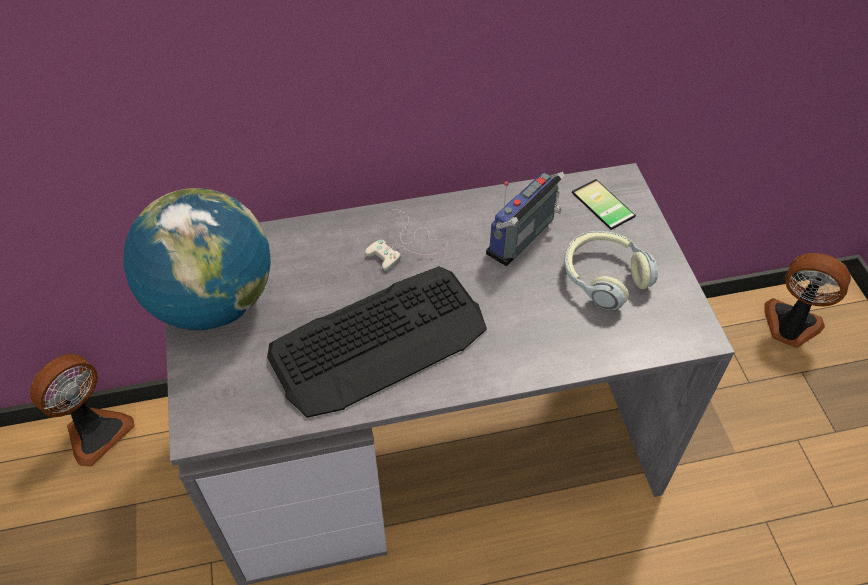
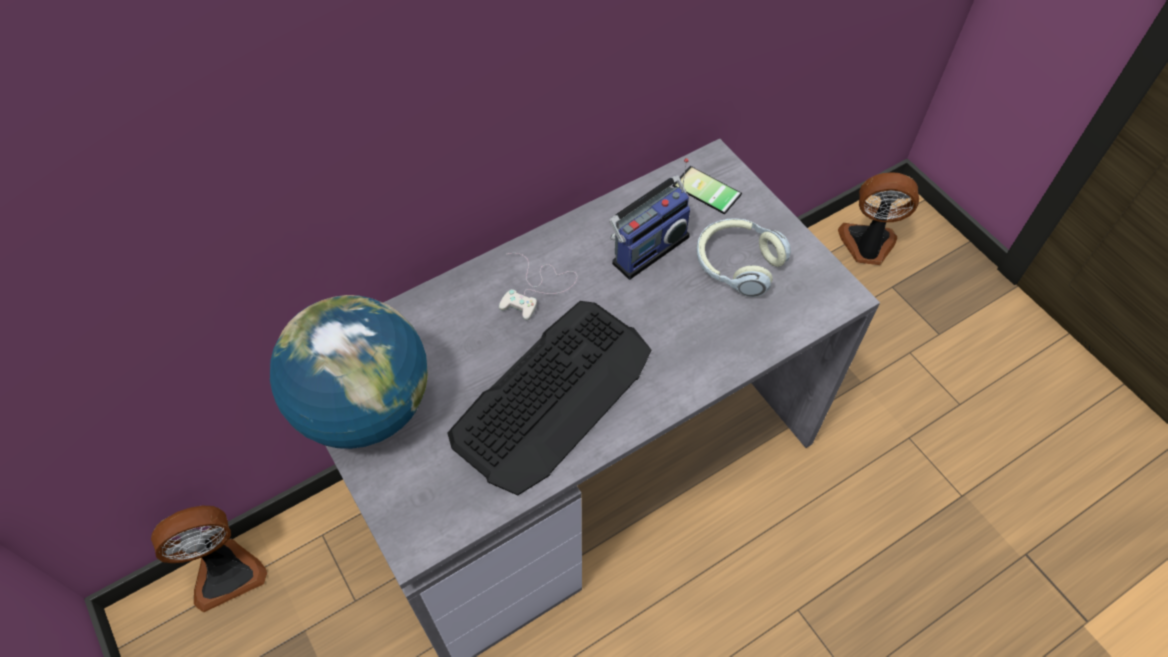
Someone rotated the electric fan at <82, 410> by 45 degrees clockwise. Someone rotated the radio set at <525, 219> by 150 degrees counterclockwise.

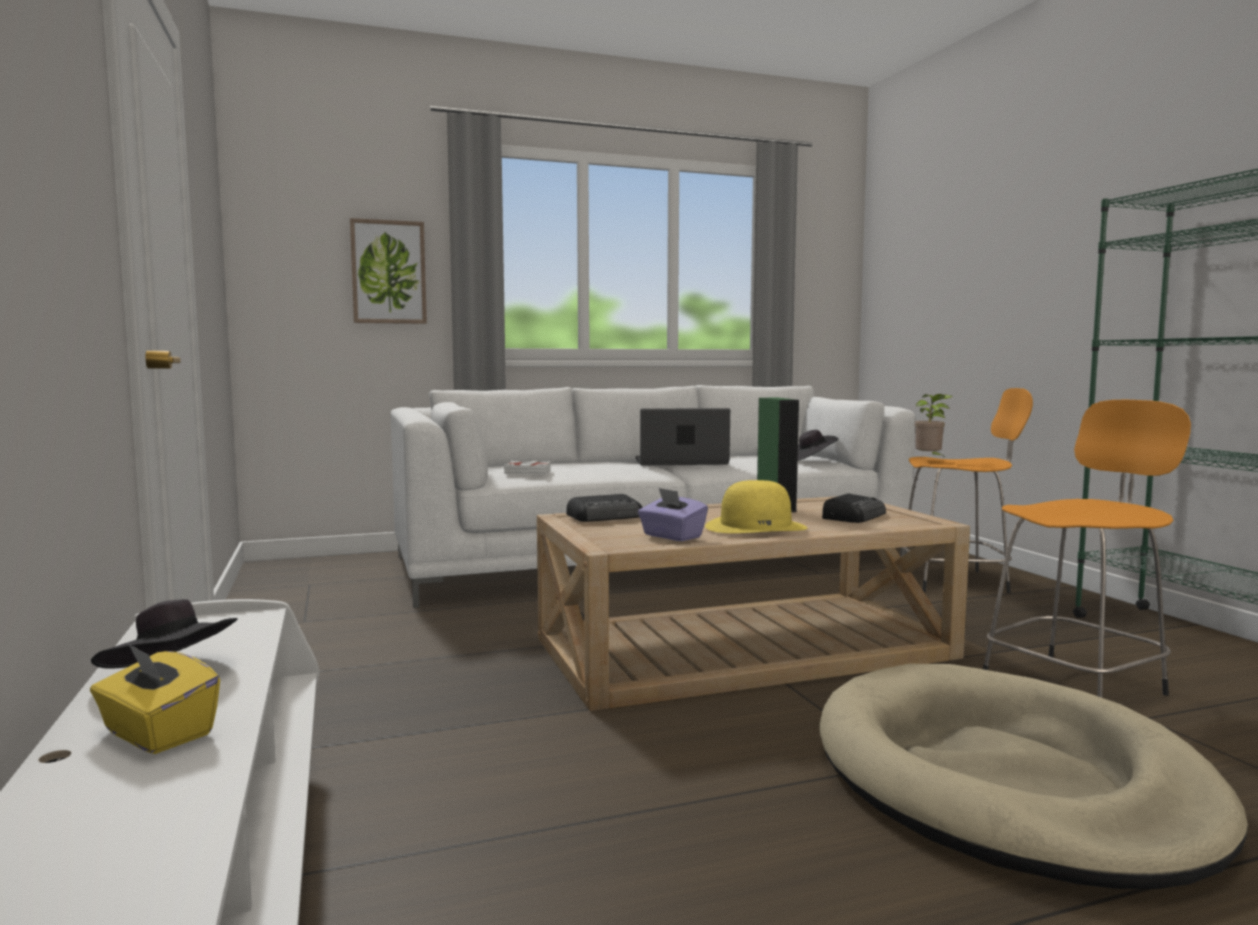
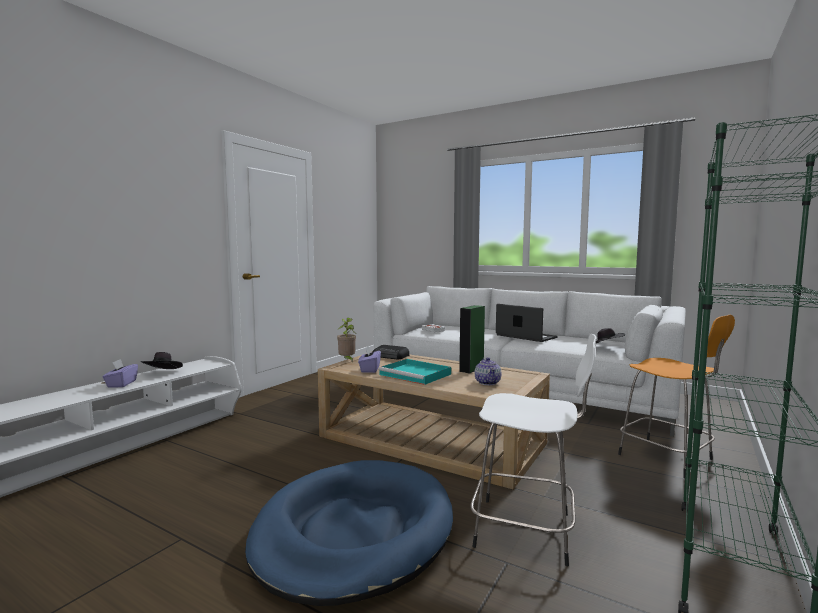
Someone repainted the yellow box of tissues at <155, 698>, which became the purple box of tissues at <120, 373>. Someone took away the picture at <388, 271>. Someone swapped the yellow clothing hat at <756, 506> for the turquoise tray at <414, 372>. Someone repainted the beige dog cushion at <1033, 776>, which became the blue dog cushion at <349, 533>. Someone swapped the radio set at <854, 508> for the tea pot at <488, 371>. Someone carried the potted plant from <934, 425> to <346, 340>. Someone repainted the orange stool seat at <1087, 549>, which became the white-coloured stool seat at <533, 450>.

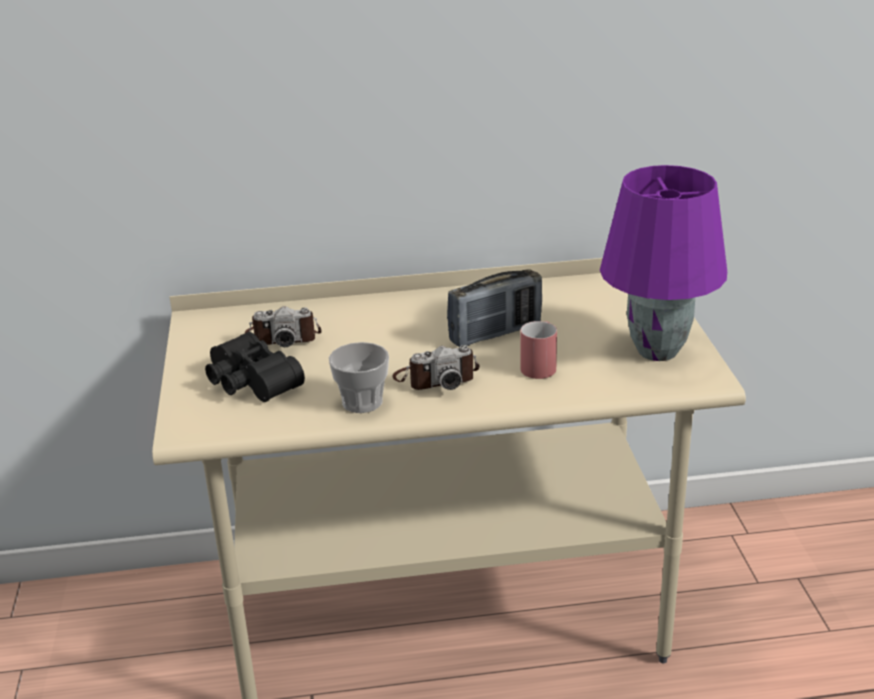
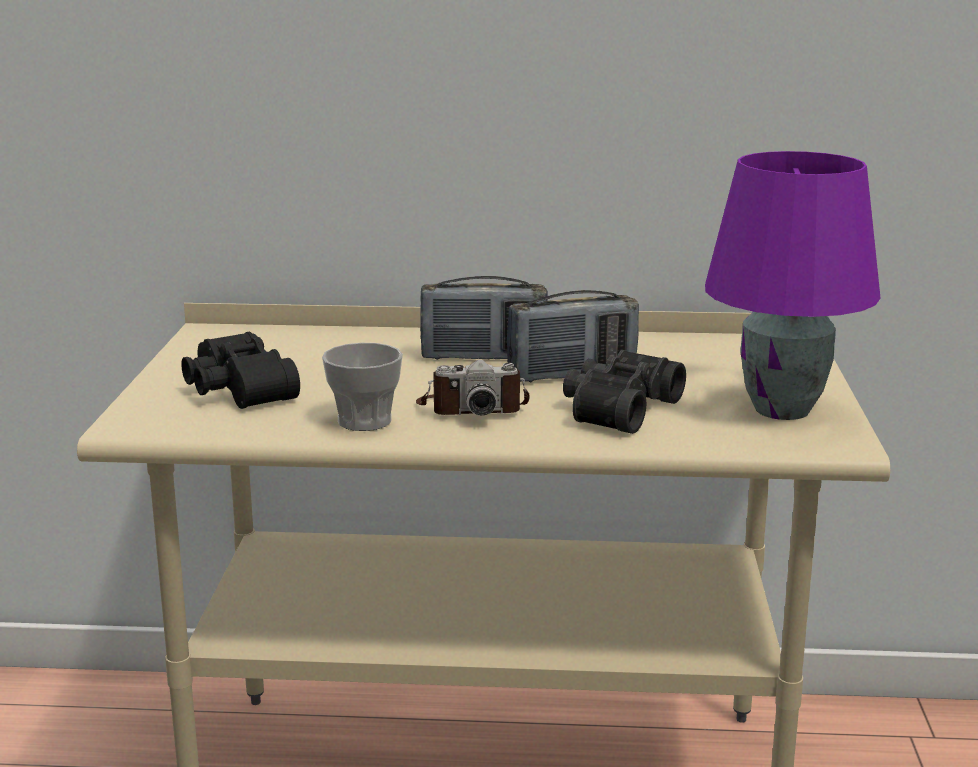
Someone took away the photo camera at <283, 326>. Someone swapped the red-coloured tea mug at <538, 350> for the blackish pair of binoculars at <624, 392>. Someone put down the radio set at <484, 318>.

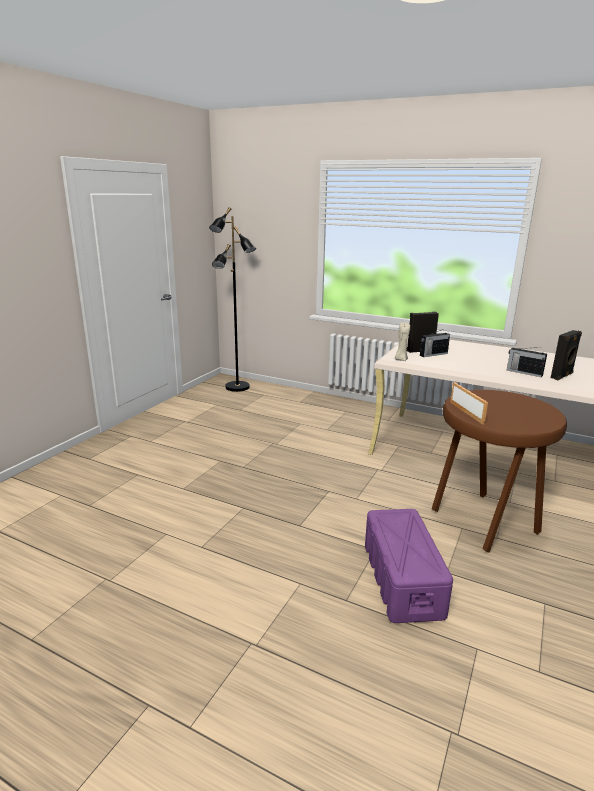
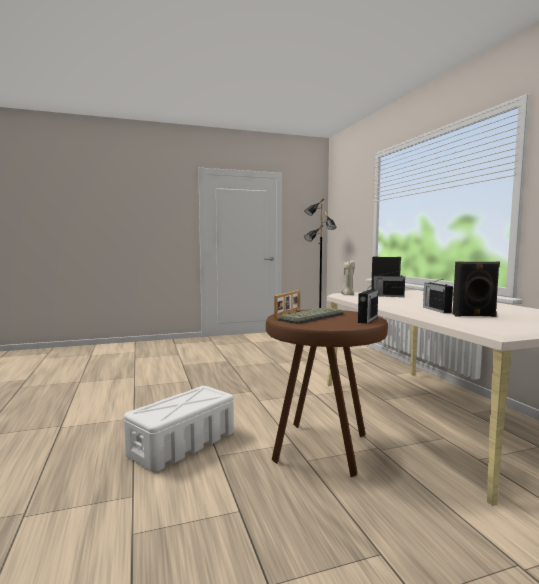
Someone repainted the purple storage box at <409, 566>, which became the white-coloured storage box at <179, 429>. Someone put down the PC keyboard at <311, 315>. Someone put down the radio set at <368, 303>.

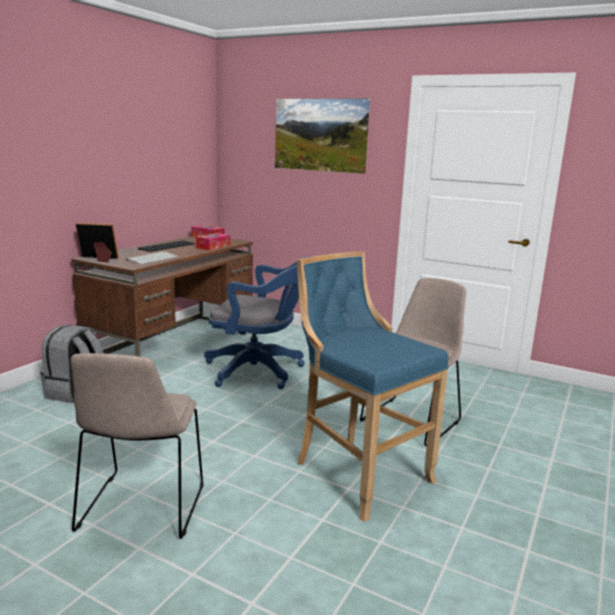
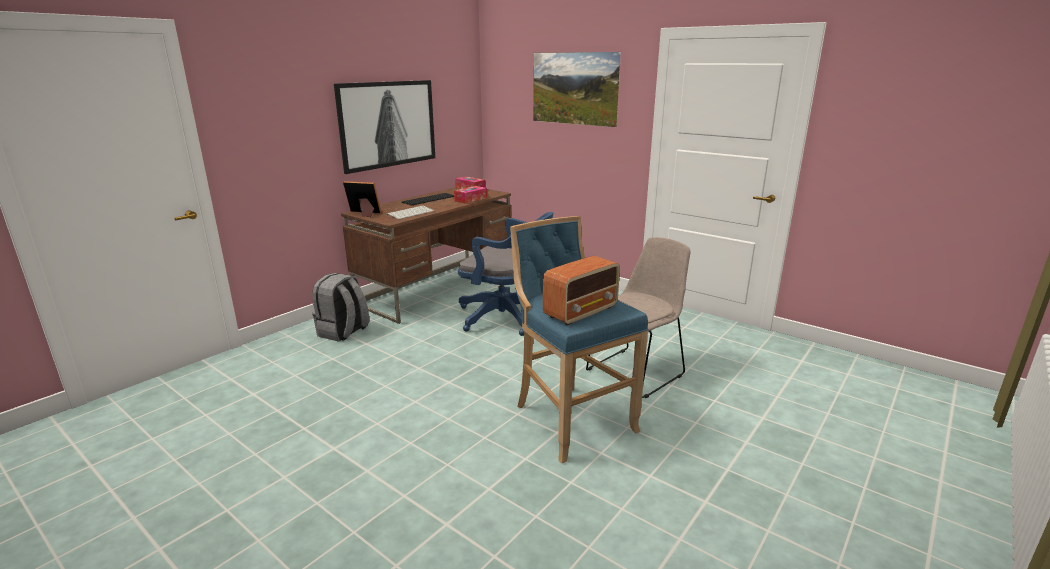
Someone took away the beige chair at <137, 446>. Someone put up the picture at <384, 127>. Someone put down the radio set at <581, 290>.

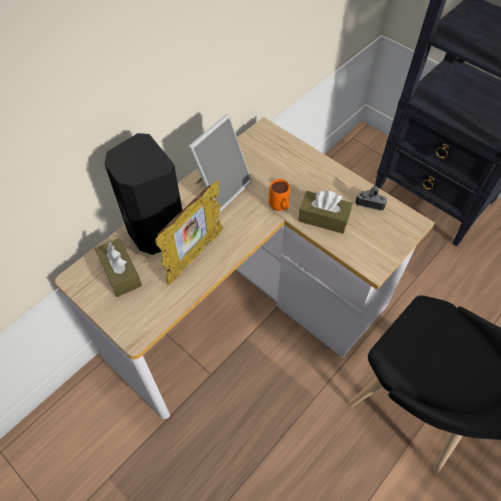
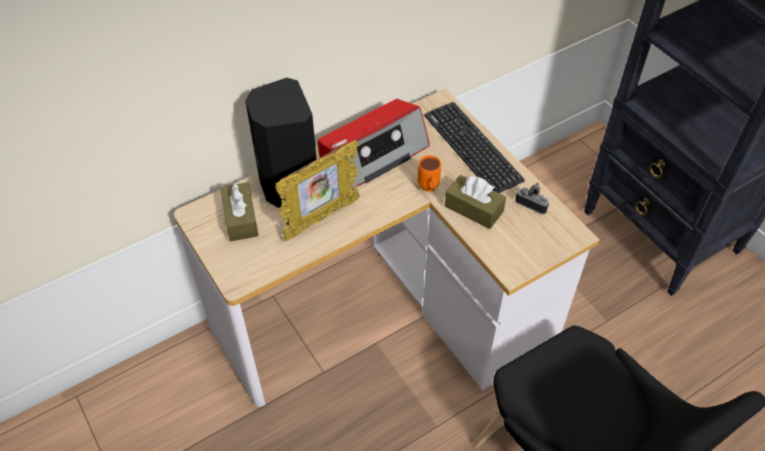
Someone swapped the picture frame at <220, 163> for the radio set at <374, 143>. Someone put down the PC keyboard at <474, 147>.

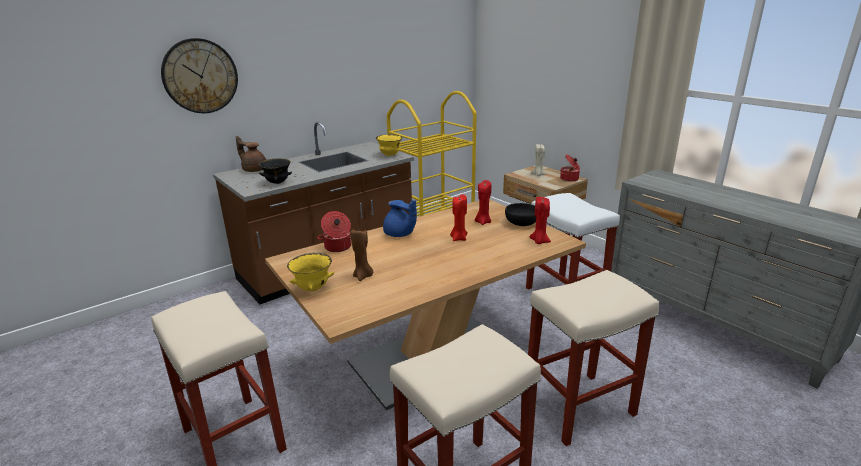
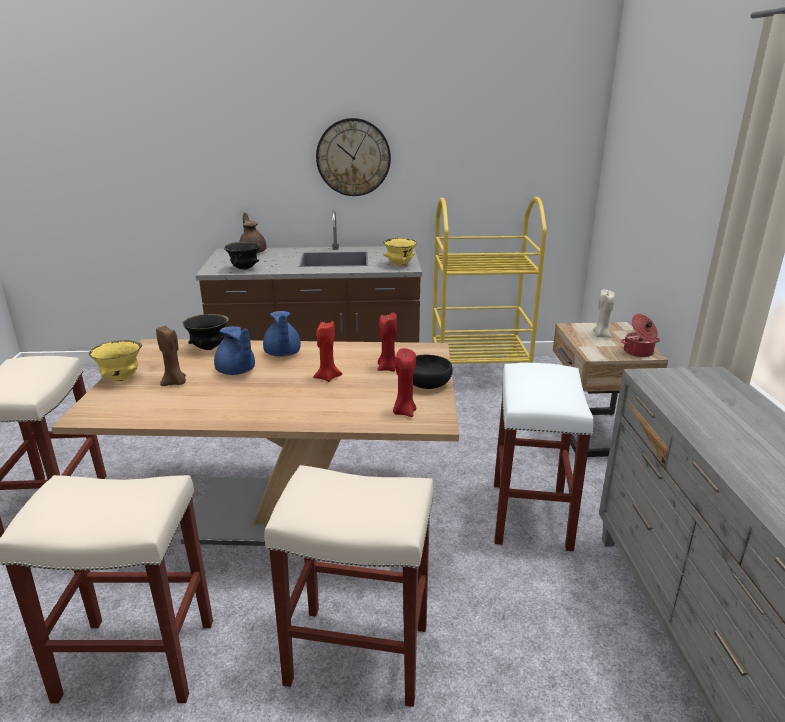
Someone carried the wall clock from <199, 75> to <353, 157>. Someone swapped the cooking pot at <334, 231> for the blackish bowl at <205, 332>. Someone put down the blue tea pot at <234, 350>.

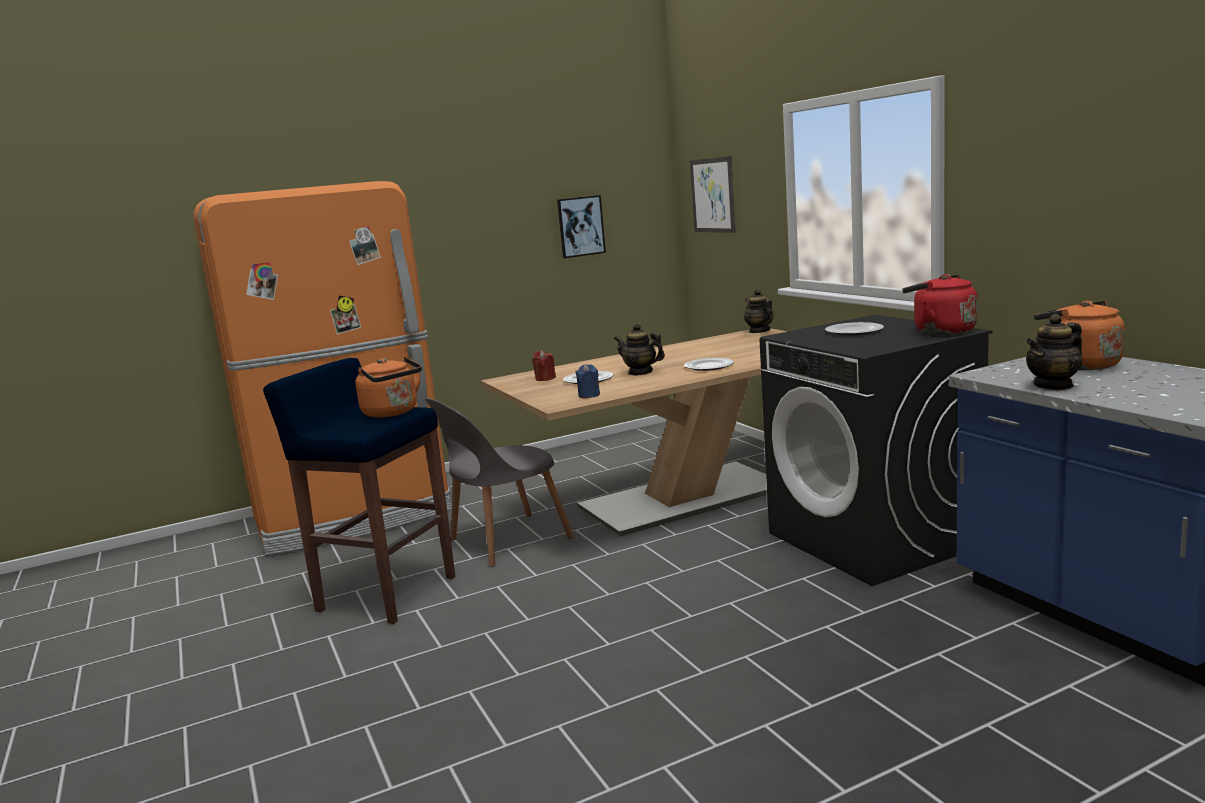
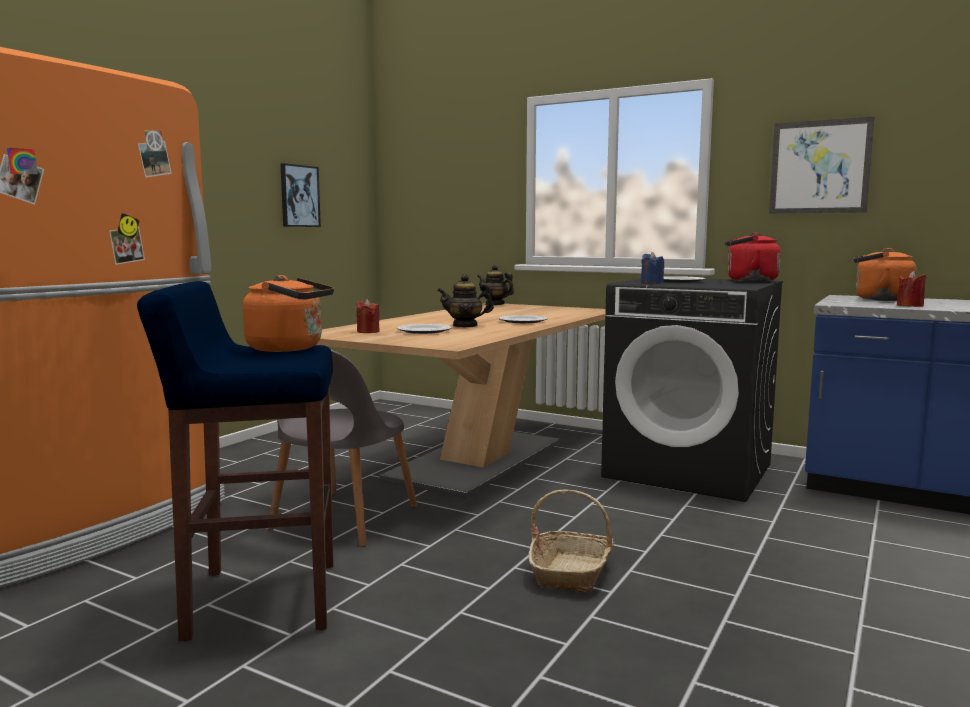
Someone carried the blue wax light from <587, 381> to <652, 268>. Someone carried the picture from <713, 194> to <822, 165>. Someone swapped the tea pot at <1054, 352> for the red-coloured wax light at <911, 289>. Someone put down the household basket at <571, 541>.

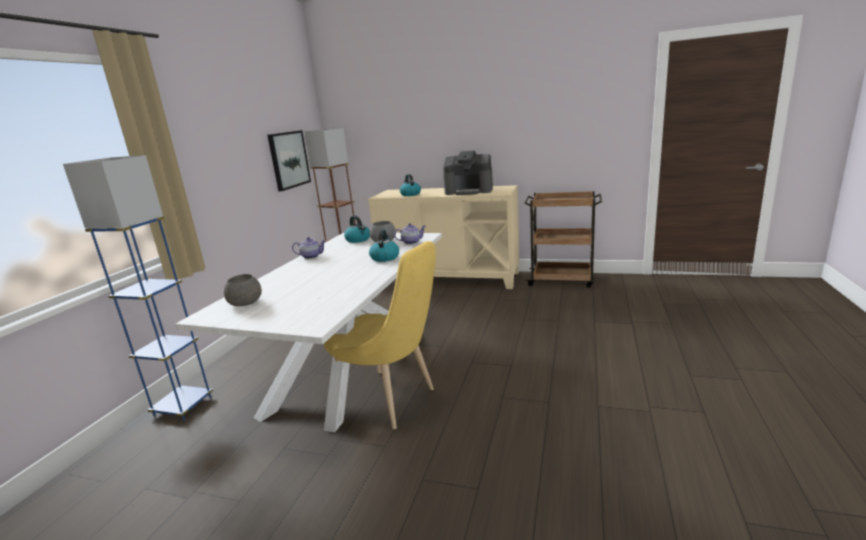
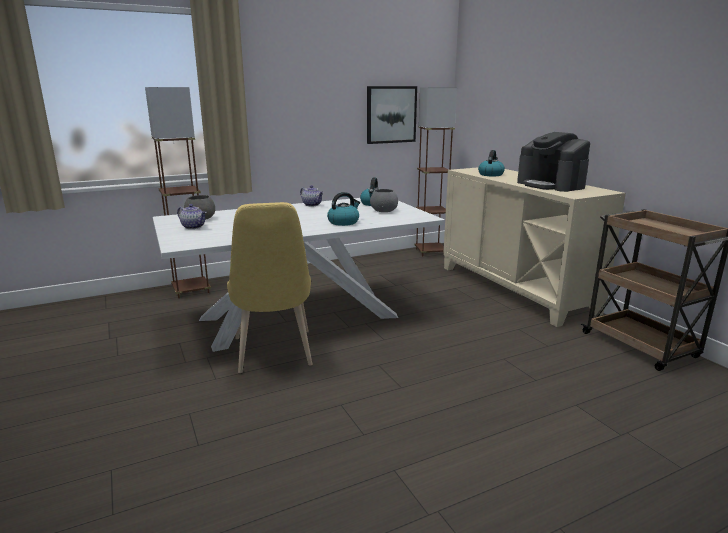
Someone repainted the blue standard lamp at <138, 287>, which became the brownish standard lamp at <178, 192>. Someone carried the tea pot from <410, 233> to <192, 216>.

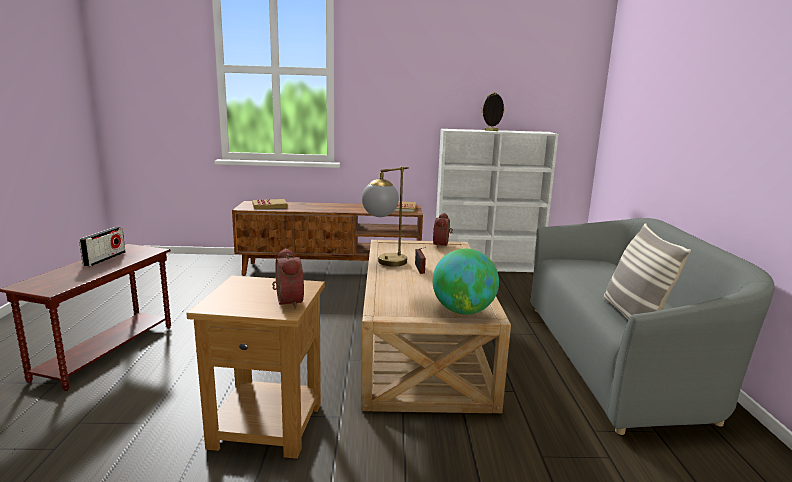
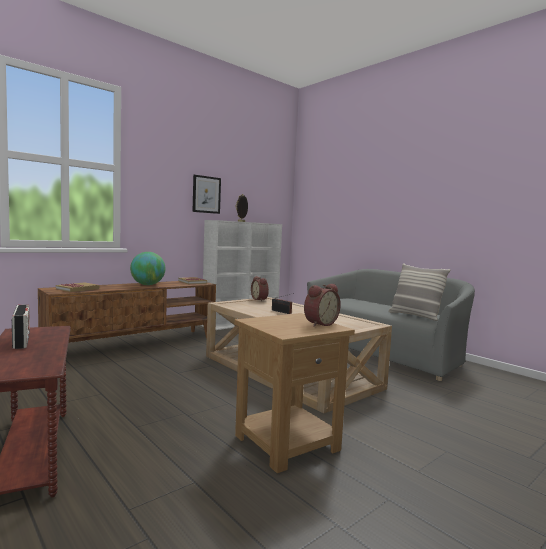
Someone rotated the alarm clock at <288, 278> by 105 degrees clockwise. Someone took away the tabletop lamp at <385, 217>. Someone carried the desk globe from <466, 281> to <147, 268>. Someone put up the picture at <206, 194>.

